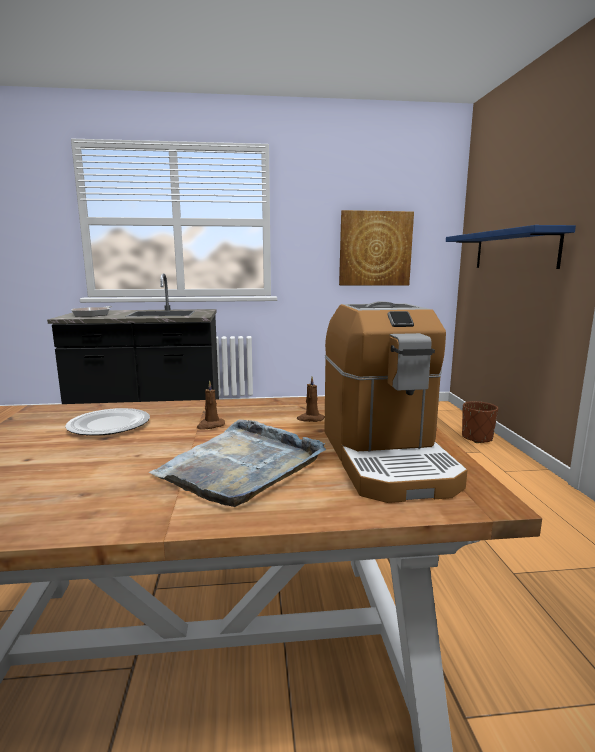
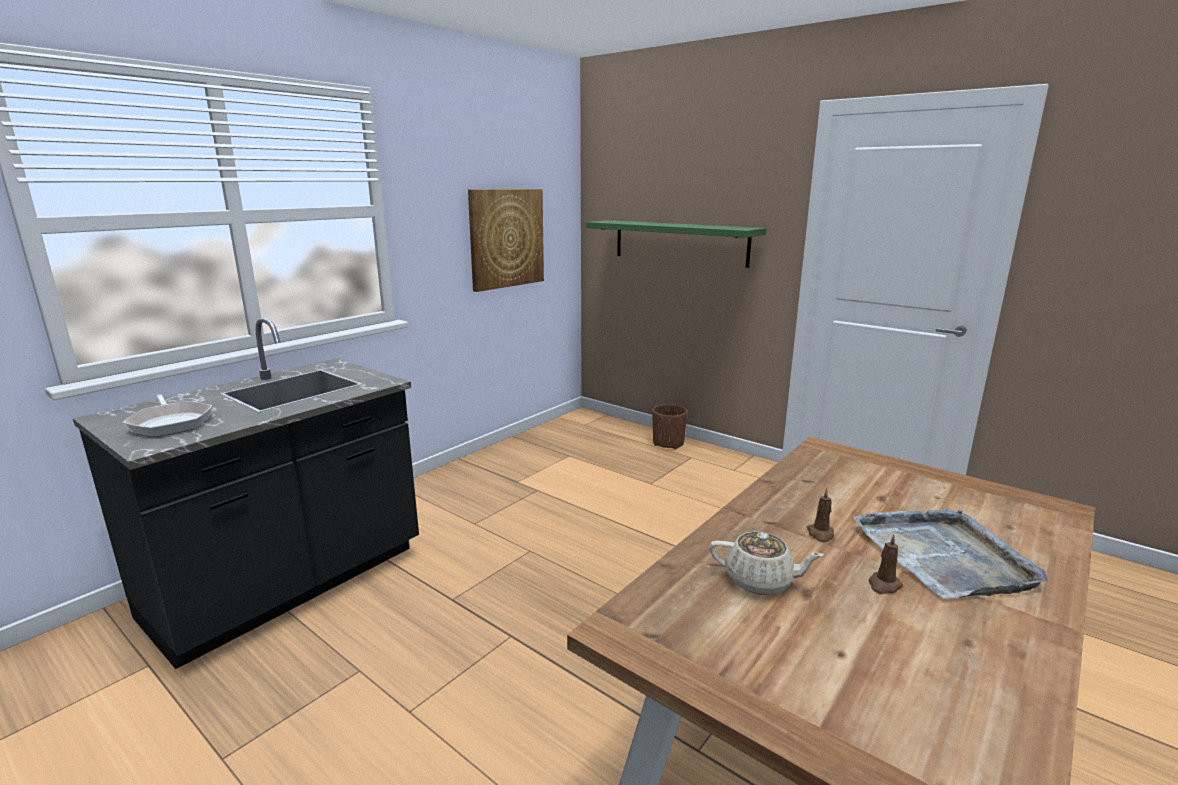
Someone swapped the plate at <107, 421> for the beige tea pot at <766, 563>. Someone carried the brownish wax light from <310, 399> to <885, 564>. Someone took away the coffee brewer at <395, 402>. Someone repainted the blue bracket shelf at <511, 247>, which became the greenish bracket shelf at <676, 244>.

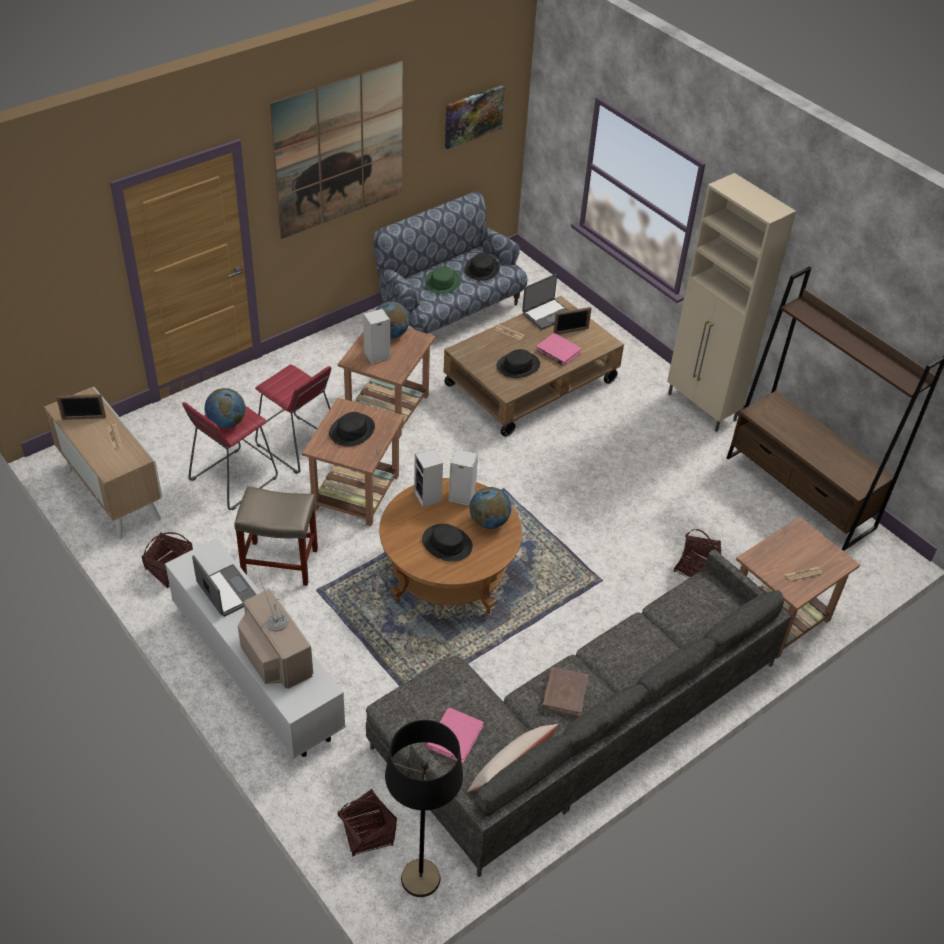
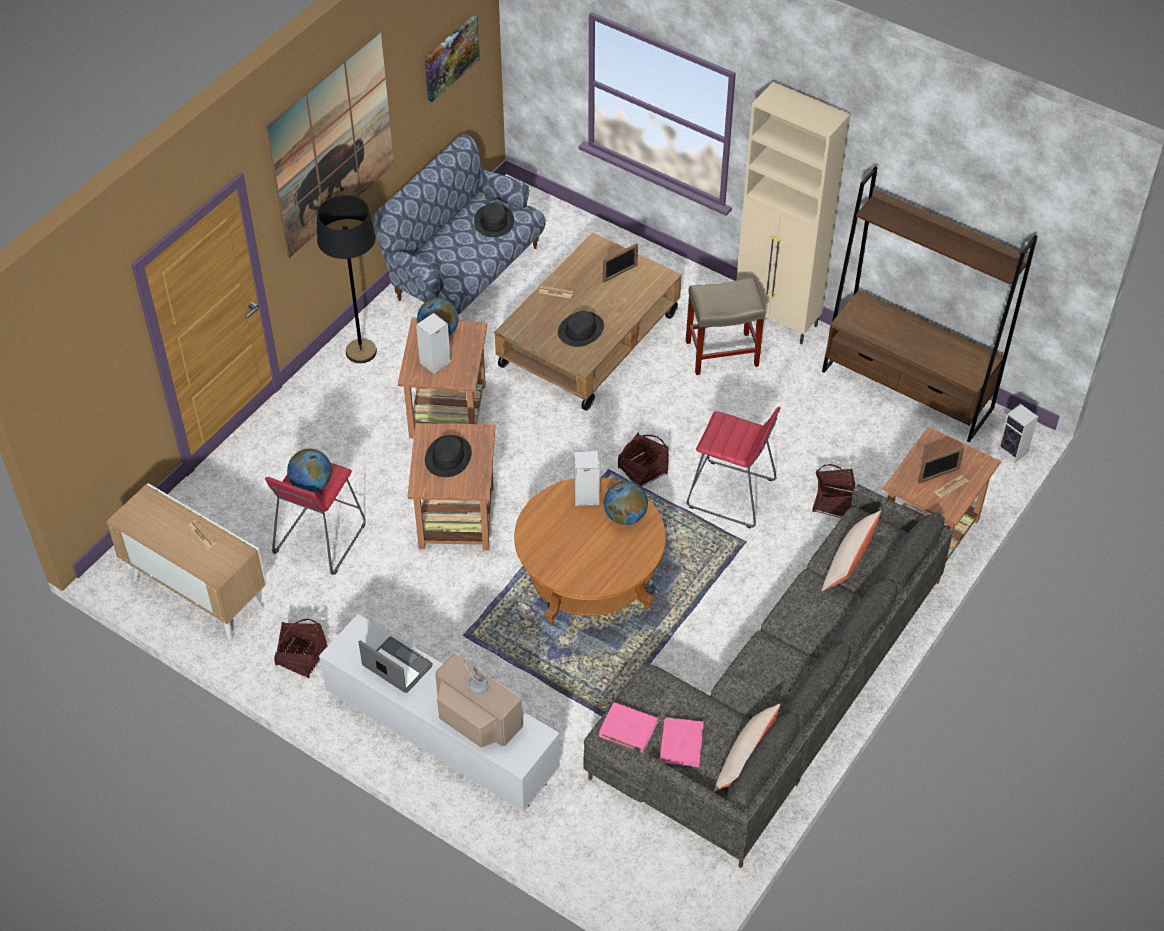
Someone carried the picture frame from <81, 407> to <941, 464>. Someone carried the beige stool seat from <276, 536> to <726, 326>. Someone carried the red-coloured stool seat from <293, 419> to <733, 467>. Someone carried the household basket from <367, 823> to <643, 459>. Someone carried the blackish standard lamp from <424, 808> to <347, 279>. Someone carried the speaker from <428, 477> to <1018, 433>. Someone took away the blackish clothing hat at <447, 543>. Someone took away the greenish clothing hat at <443, 280>. Someone took away the portable computer at <545, 302>. Someone carried the pink-coloured volume from <559, 349> to <628, 727>. Someone took away the brownish volume at <565, 692>. Someone put down the beige pillow at <851, 550>.

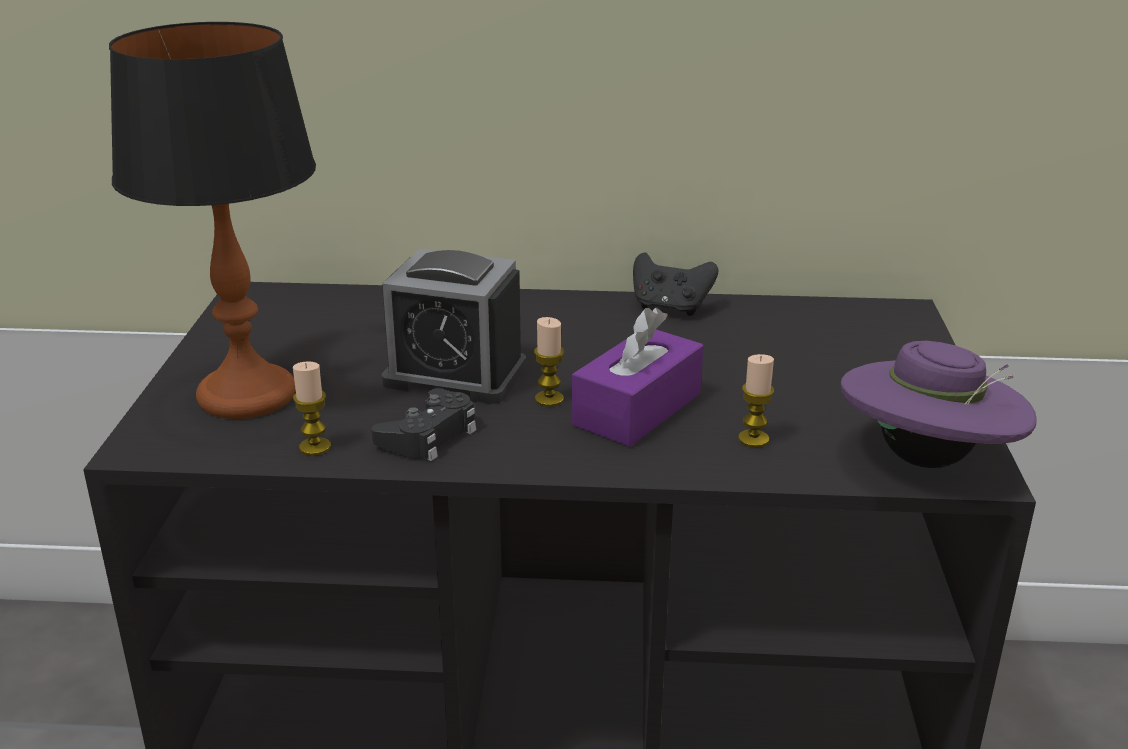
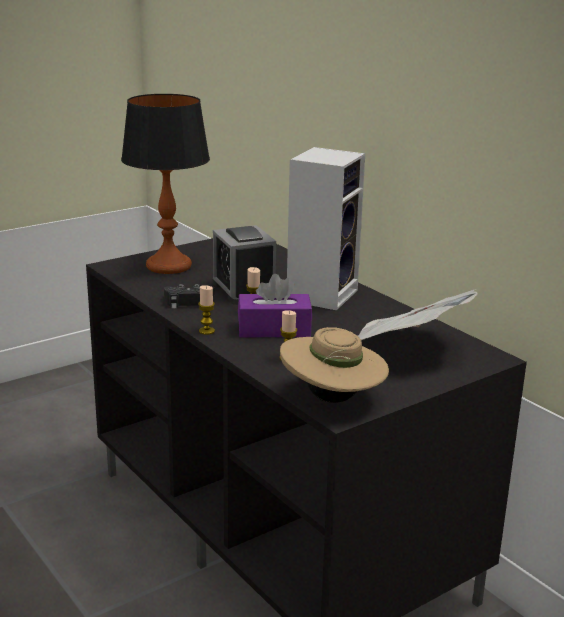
Someone carried the wax light from <312, 408> to <206, 310>. Someone took away the blackish gamepad at <675, 284>. Someone repainted the purple clothing hat at <939, 404>, which became the beige clothing hat at <334, 365>. Someone put down the speaker at <326, 228>. Someone put down the printed paper at <417, 314>.

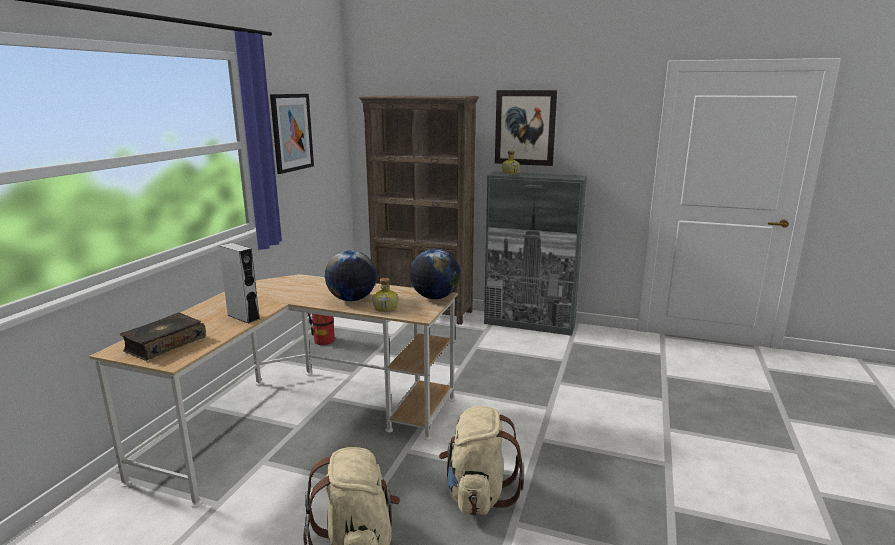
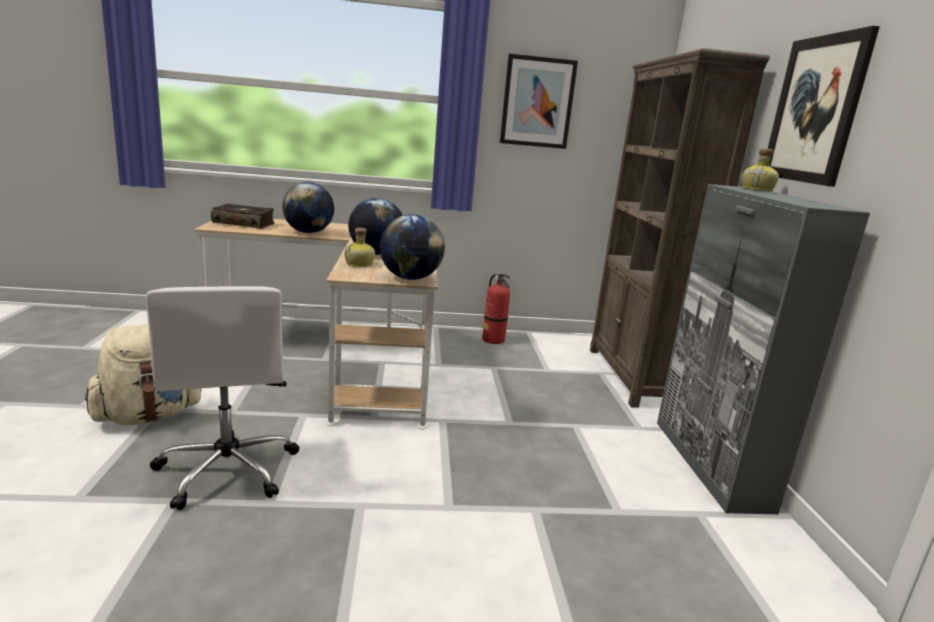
Someone swapped the gray speaker at <239, 283> for the desk globe at <308, 207>. Someone swapped the beige knapsack at <481, 461> for the white-coloured desk chair at <222, 398>.

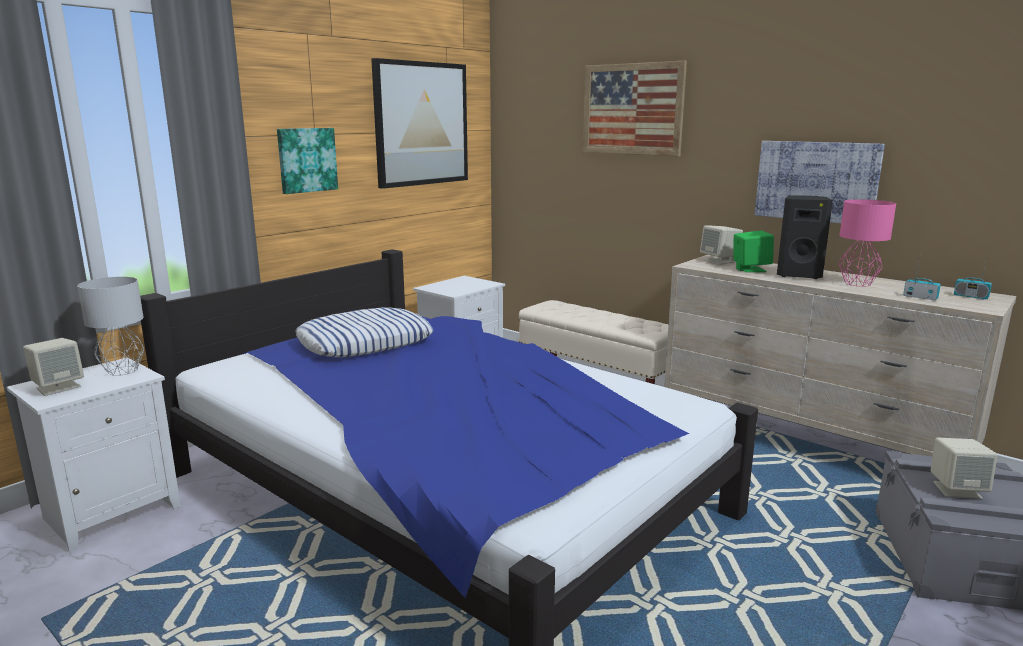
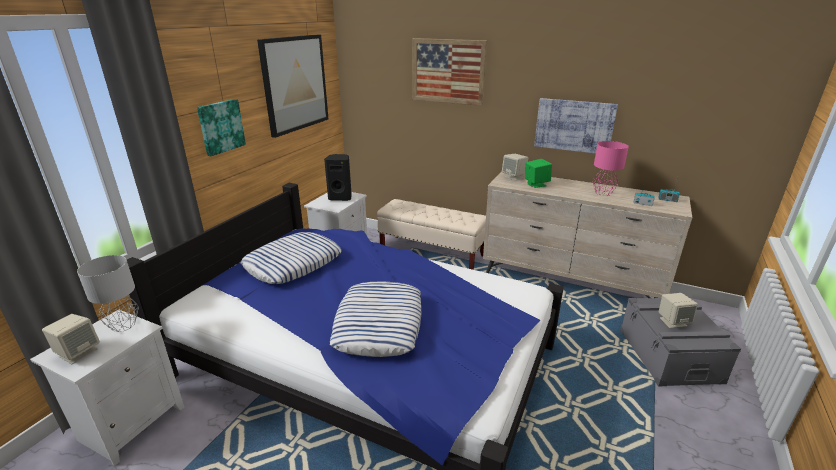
Someone carried the blackish speaker from <805, 237> to <338, 177>. Someone put down the pillow at <375, 319>.

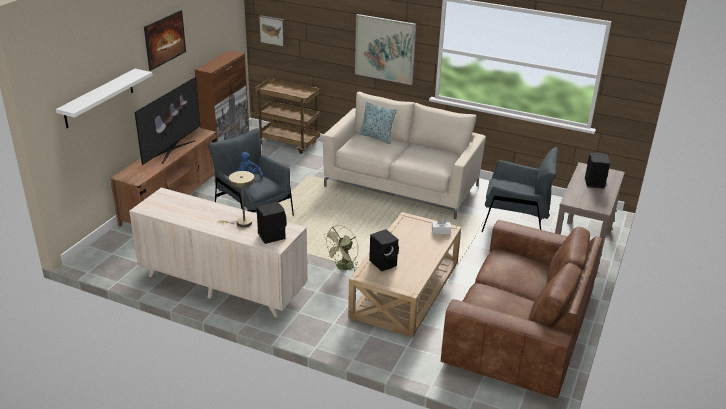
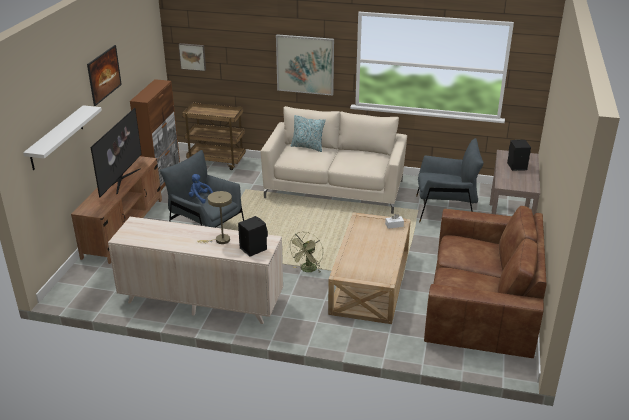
Someone took away the blackish speaker at <384, 250>.

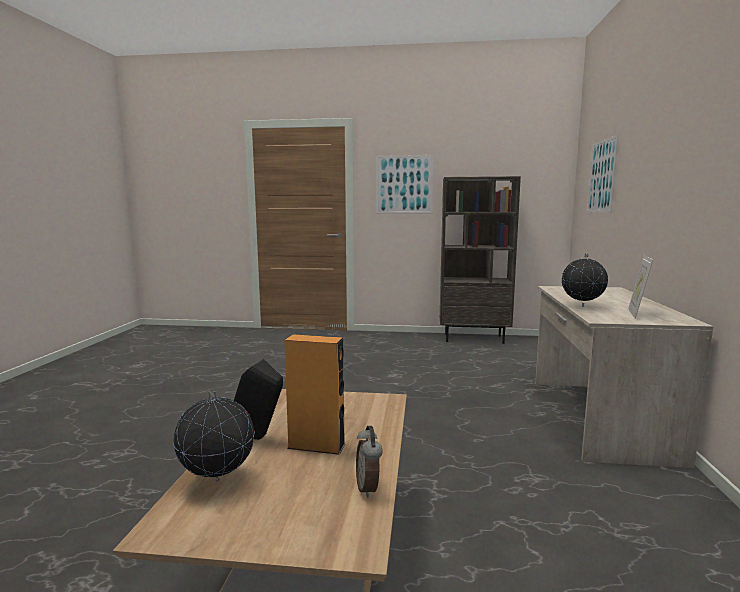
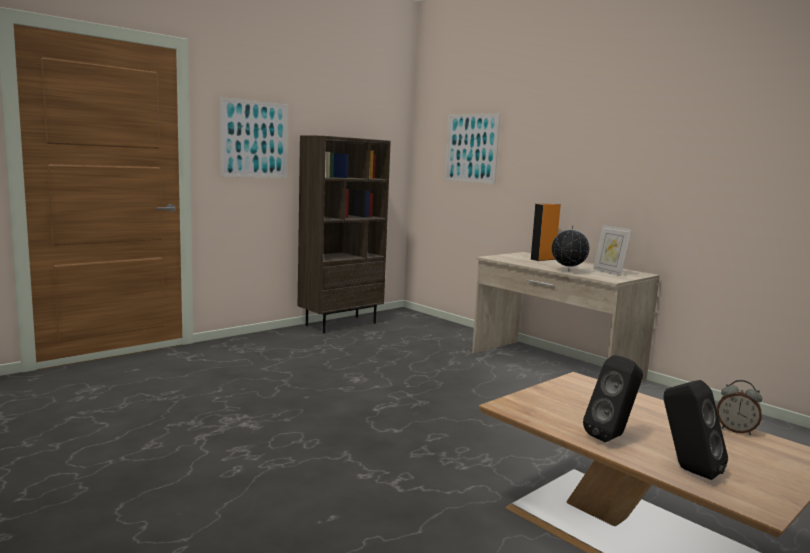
Someone swapped the desk globe at <214, 436> for the blackish speaker at <696, 430>. Someone carried the orange speaker from <314, 394> to <545, 232>.

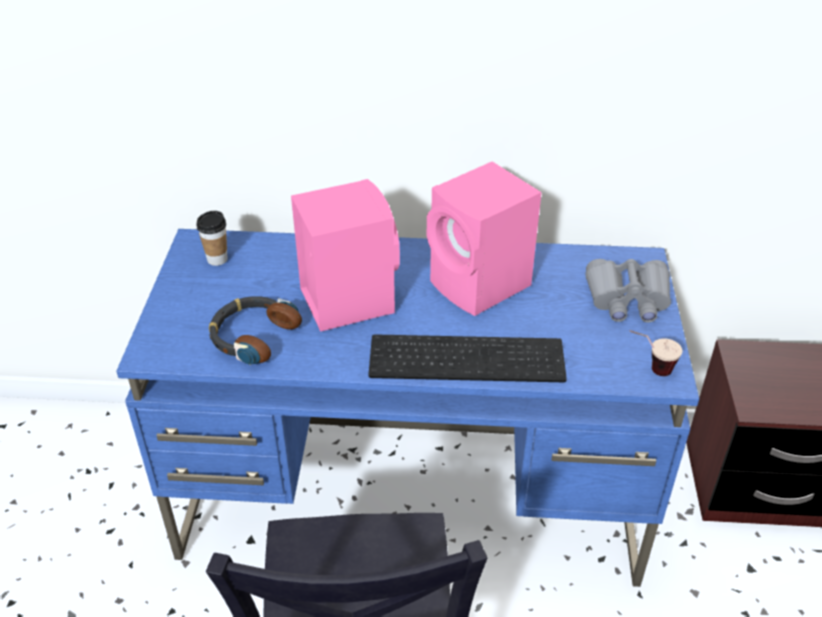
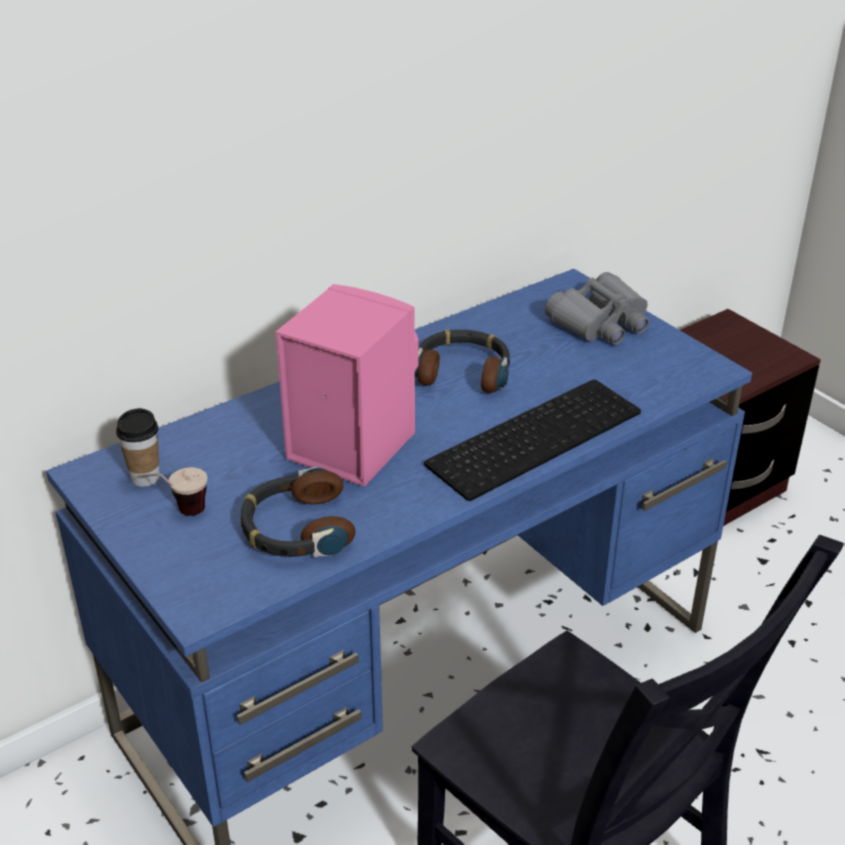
Someone swapped the pink-coloured speaker at <484, 239> for the headset at <462, 361>. Someone carried the drinking cup from <655, 353> to <172, 491>.

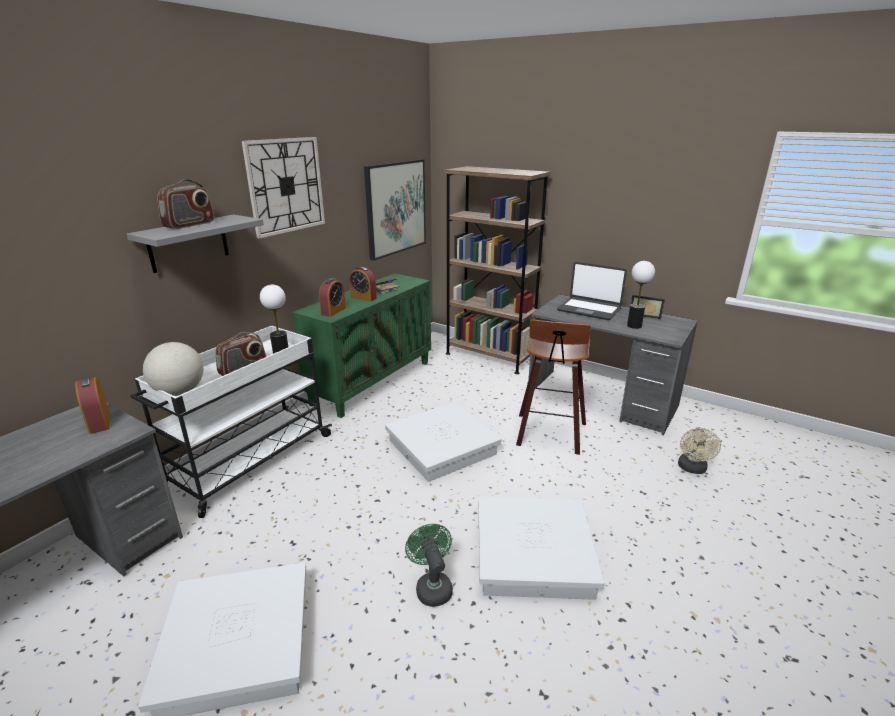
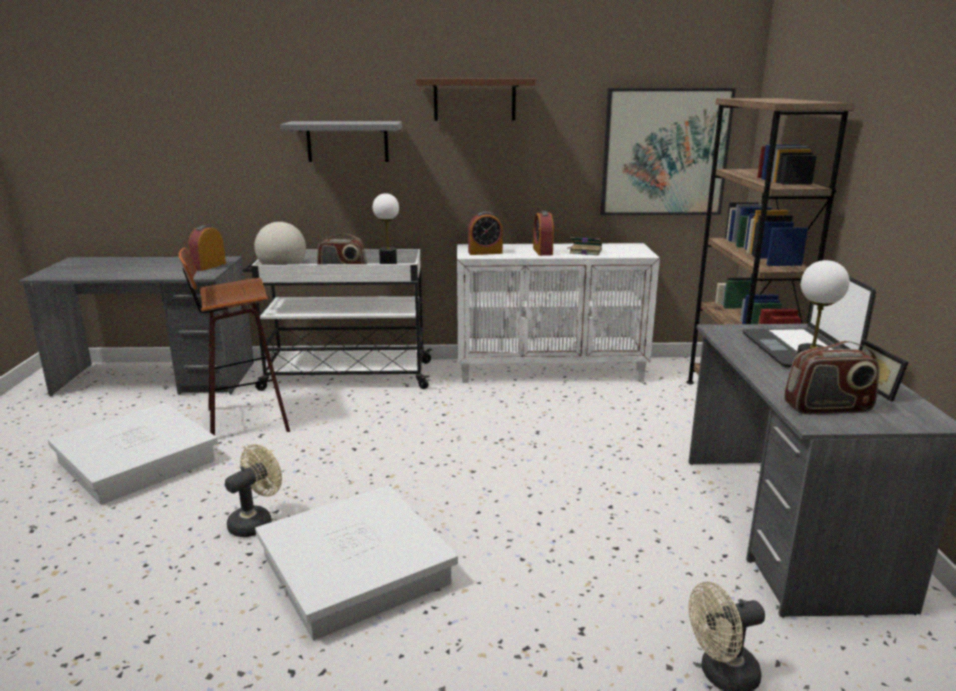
Someone carried the radio set from <185, 204> to <832, 378>. Someone swapped the wall clock at <283, 188> for the brownish bracket shelf at <476, 99>. Someone repainted the greenish storage cabinet at <361, 345>, which became the white-coloured storage cabinet at <558, 313>. Someone took away the white-coloured storage box at <443, 442>. Someone repainted the greenish electric fan at <429, 565>, which became the beige electric fan at <253, 490>. Someone carried the stool seat from <553, 387> to <234, 341>.

